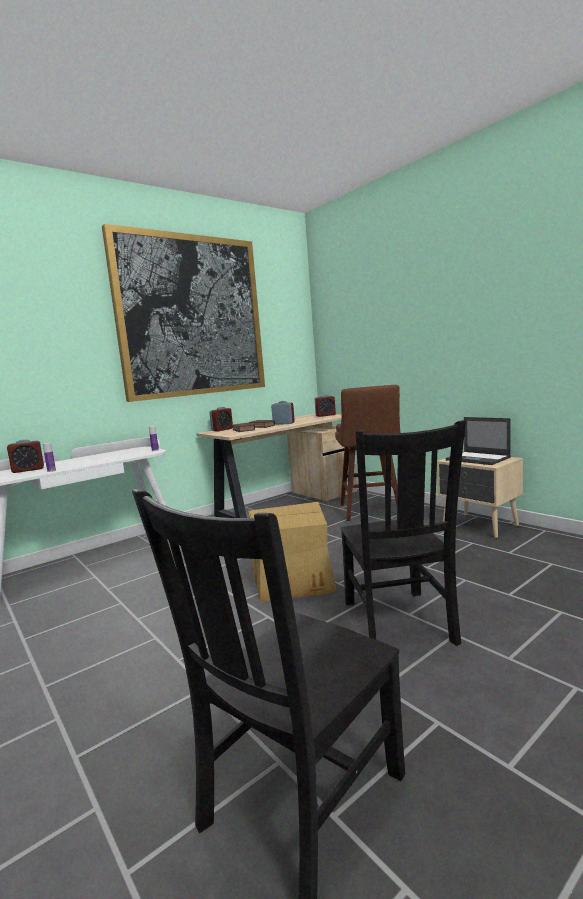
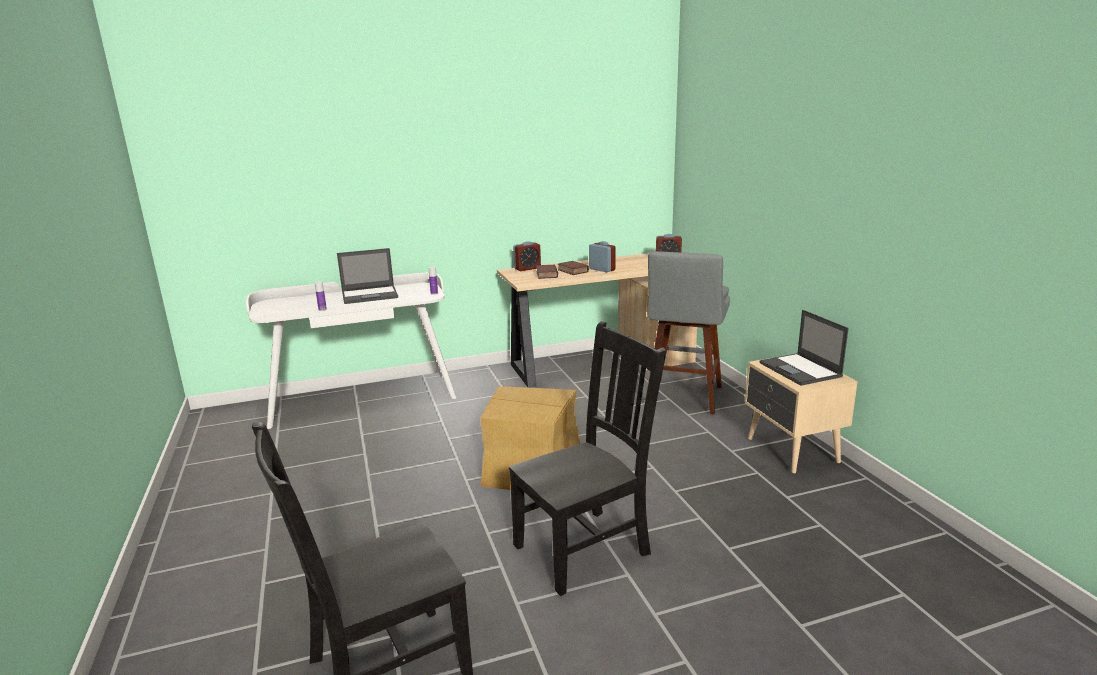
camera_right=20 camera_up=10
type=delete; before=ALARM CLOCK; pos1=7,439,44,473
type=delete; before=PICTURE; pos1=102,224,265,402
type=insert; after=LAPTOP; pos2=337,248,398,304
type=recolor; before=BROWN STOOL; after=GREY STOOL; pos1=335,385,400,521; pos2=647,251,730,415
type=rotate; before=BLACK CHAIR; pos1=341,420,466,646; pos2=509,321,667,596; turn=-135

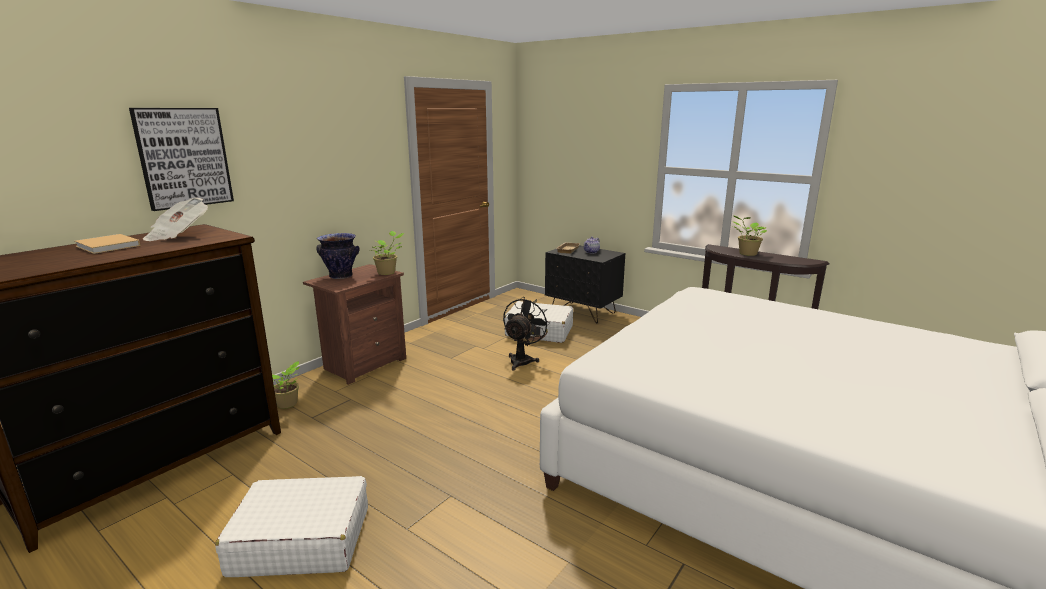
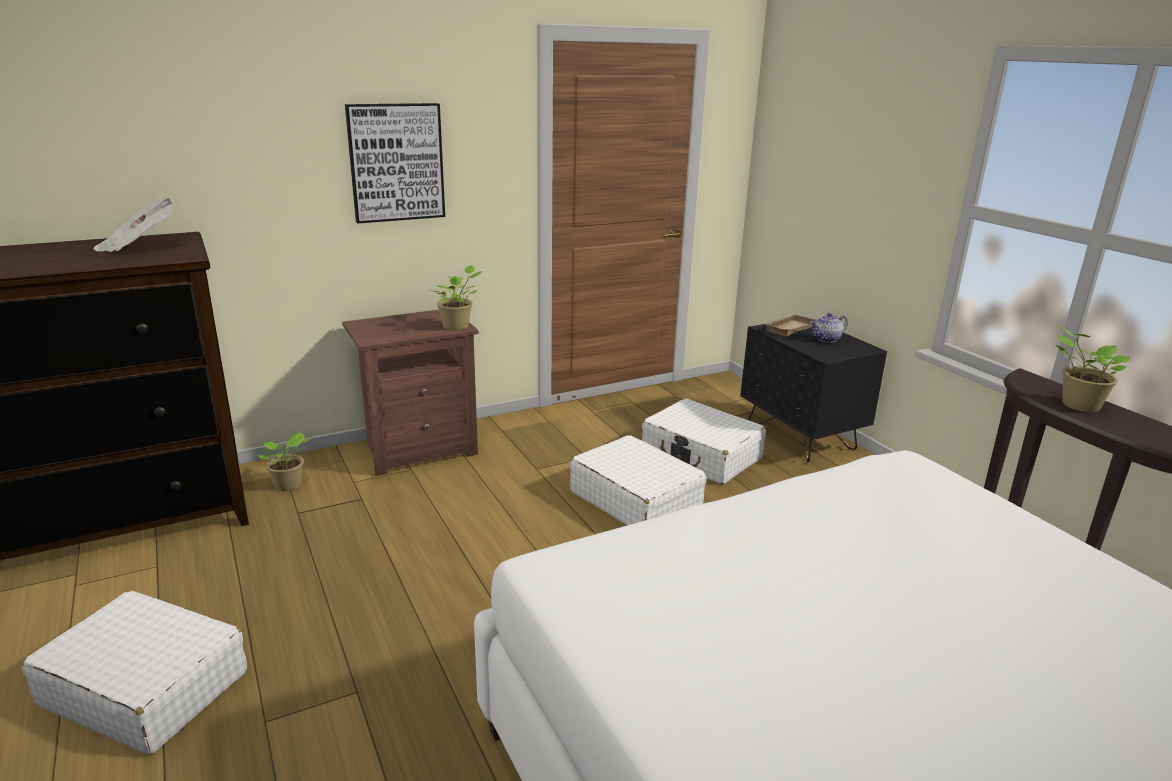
camera_right=25 camera_up=5
type=delete; before=BEIGE BOOK; pos1=74,234,141,254
type=delete; before=VASE; pos1=316,233,360,279
type=move; before=PICTURE; pos1=129,108,234,211; pos2=345,103,445,223
type=replace; before=BLACK FAN; after=WHITE SUITCASE; pos1=503,296,550,371; pos2=570,435,707,525

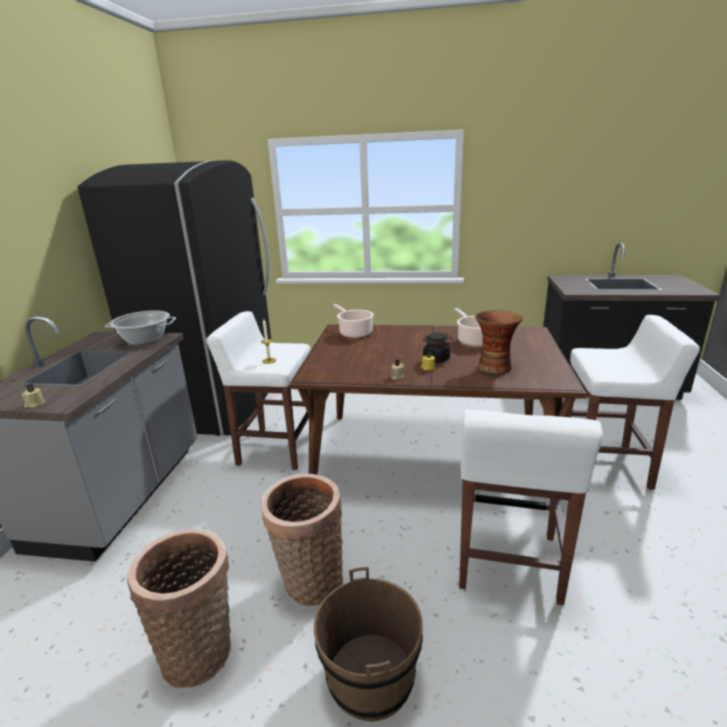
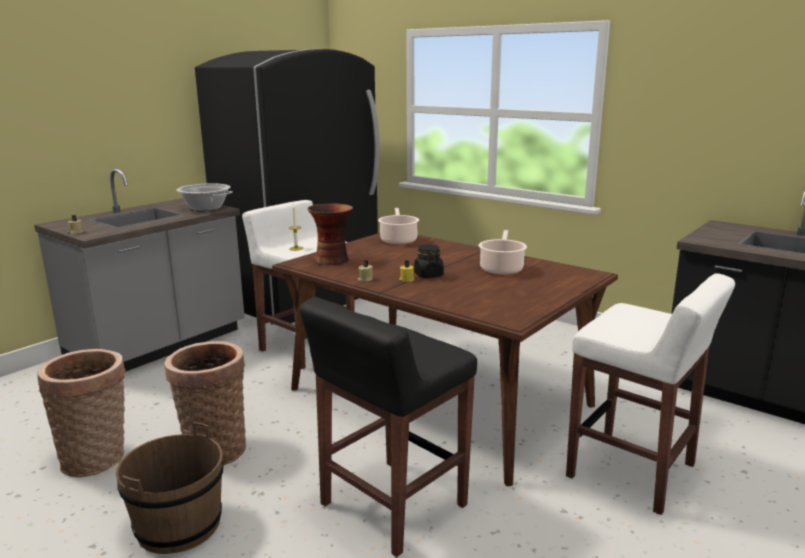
camera_right=30 camera_up=-5
type=move; before=VASE; pos1=475,310,523,374; pos2=307,203,353,265
type=recolor; before=WHITE STOOL; after=BLACK STOOL; pos1=459,410,603,605; pos2=299,297,477,557

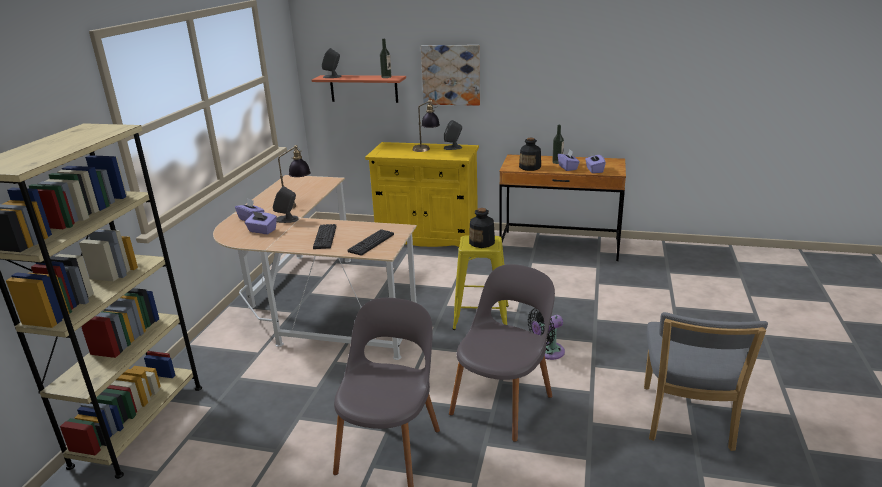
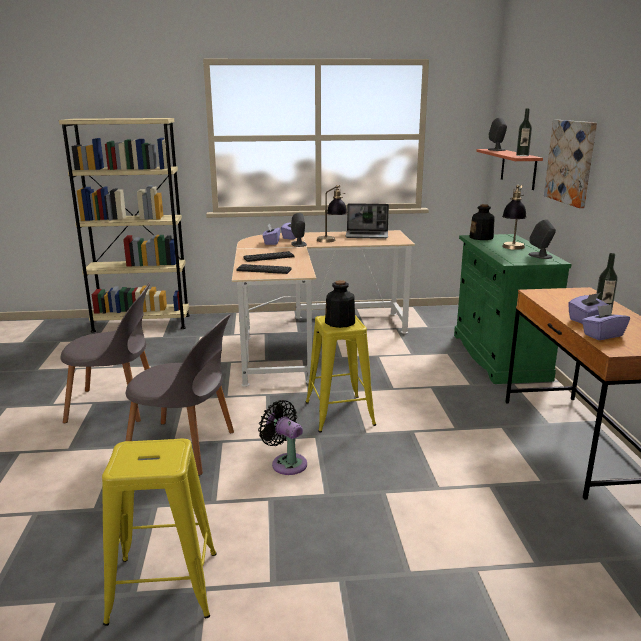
camera_right=70 camera_up=-5
type=insert; after=LAPTOP; pos2=345,203,389,239
type=move; before=BOTTLE; pos1=519,138,541,171; pos2=469,204,495,240
type=replace; before=GREY CHAIR; after=YELLOW STOOL; pos1=644,312,768,451; pos2=102,439,217,626
type=recolor; before=YELLOW CABINET; after=GREEN CABINET; pos1=365,142,479,247; pos2=454,234,572,384

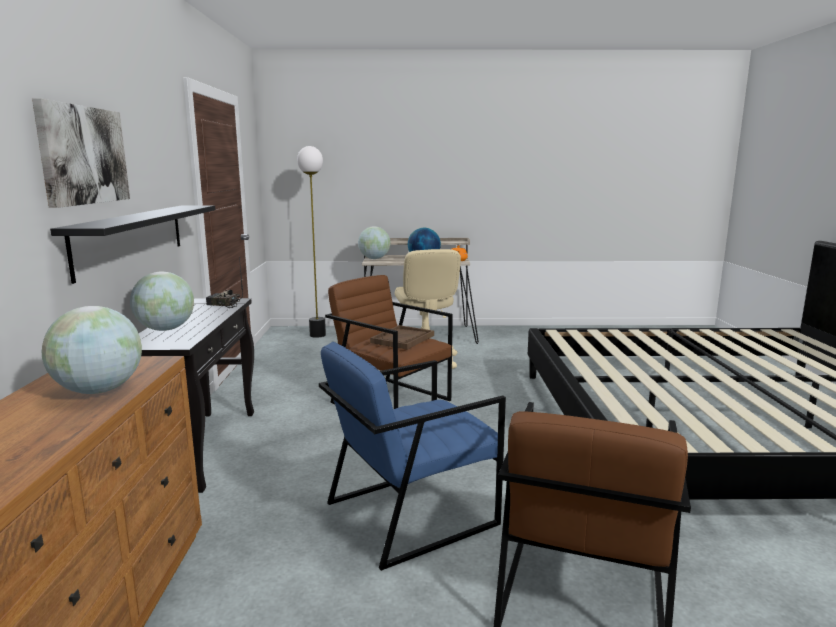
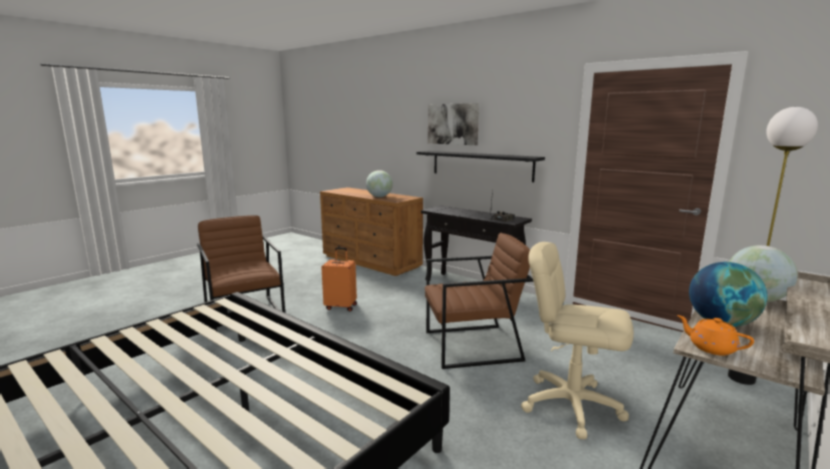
camera_right=130 camera_up=0
type=delete; before=GLOBE; pos1=130,272,194,331
type=delete; before=BROWN TRAY; pos1=370,325,434,350
type=replace; before=BLUE ARMCHAIR; after=ORANGE SUITCASE; pos1=319,342,506,571; pos2=321,247,357,311

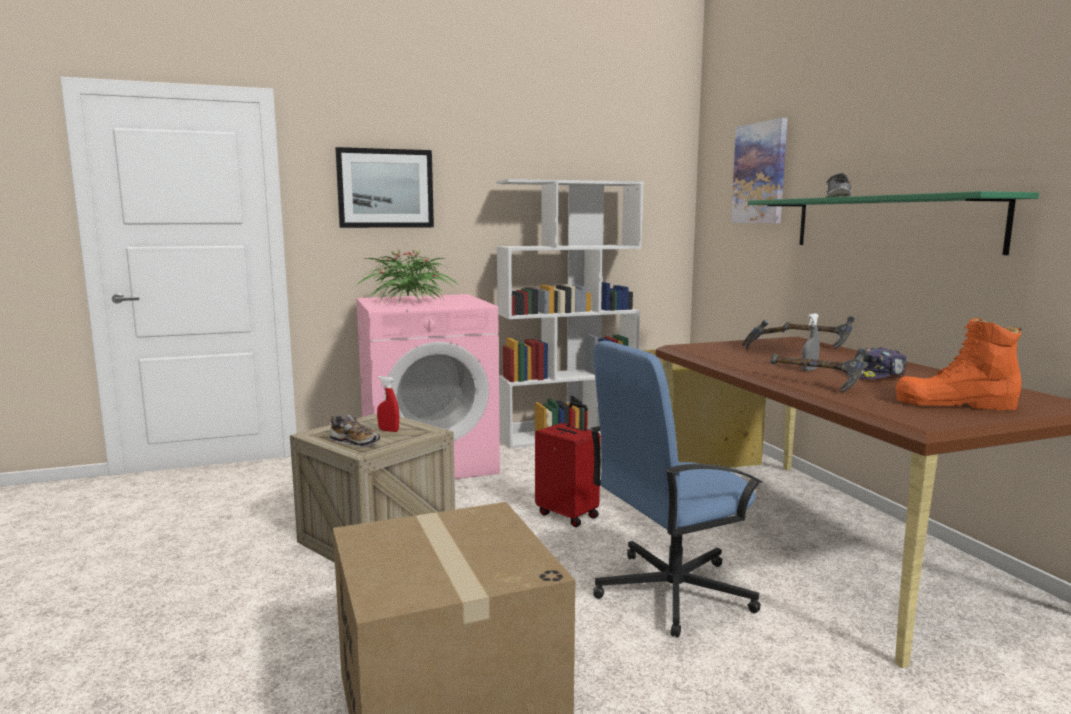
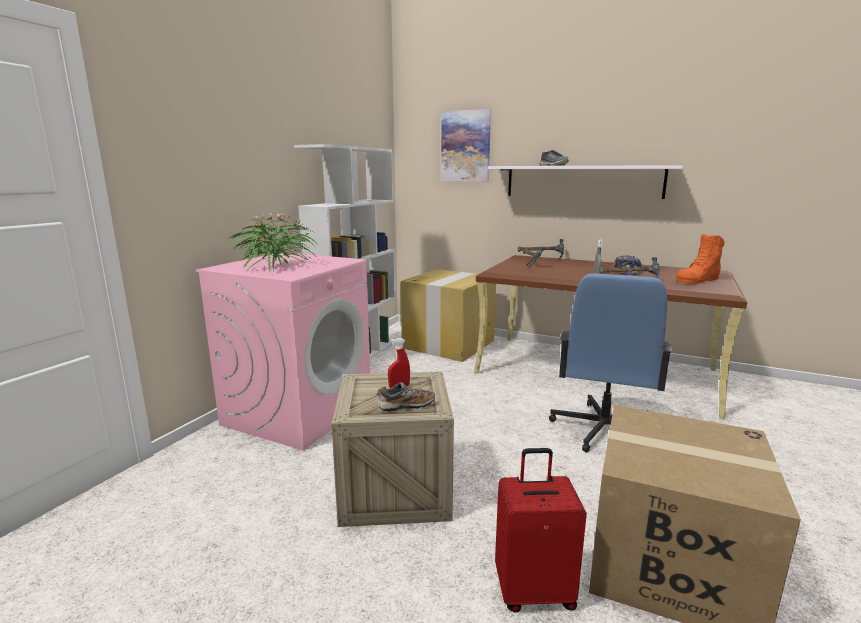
camera_right=-45 camera_up=5
type=delete; before=PICTURE; pos1=335,147,434,228
type=move; before=RED SUITCASE; pos1=535,402,601,527; pos2=495,448,587,612
type=recolor; before=GREEN SHELF; after=WHITE SHELF; pos1=748,191,1039,255; pos2=488,165,683,199

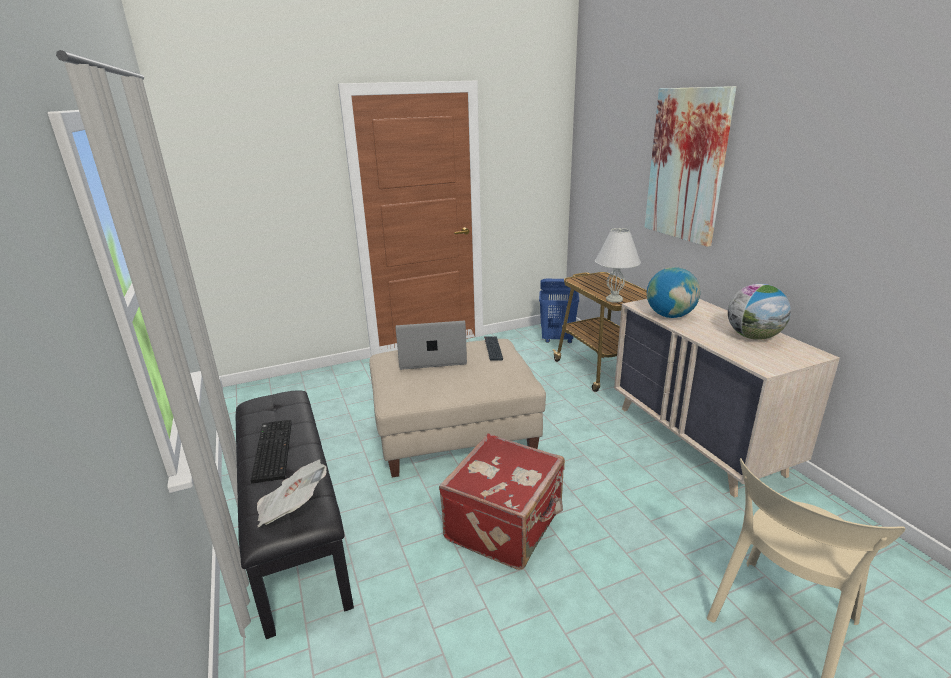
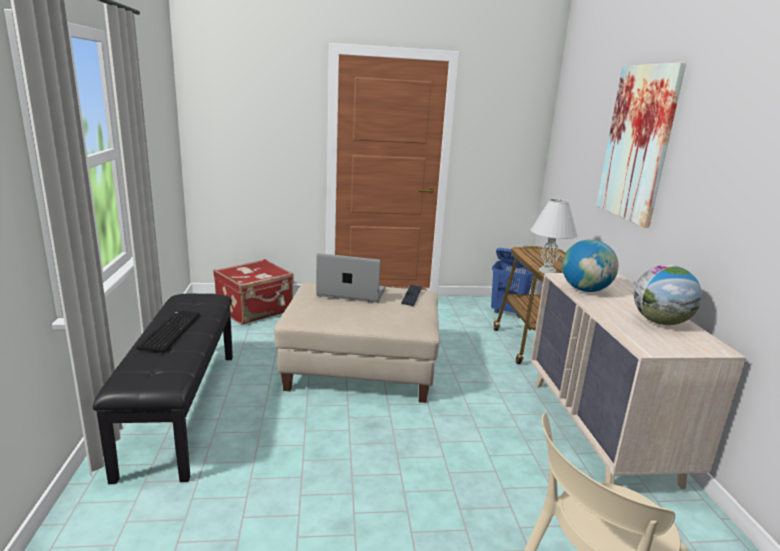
camera_right=15 camera_up=-5
type=delete; before=NEWSPAPER; pos1=257,460,327,527
type=move; before=RED SUITCASE; pos1=439,434,565,570; pos2=213,259,294,325

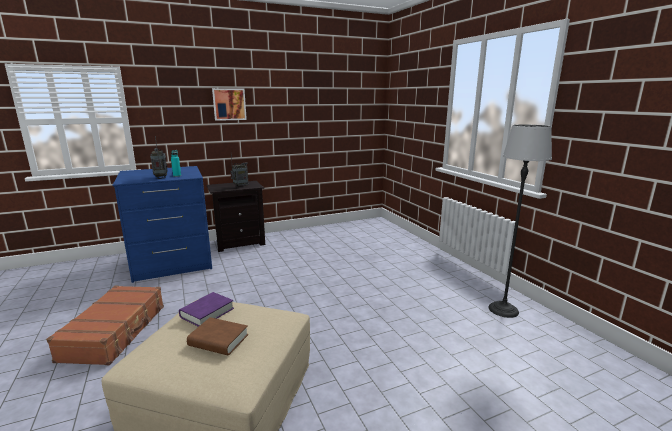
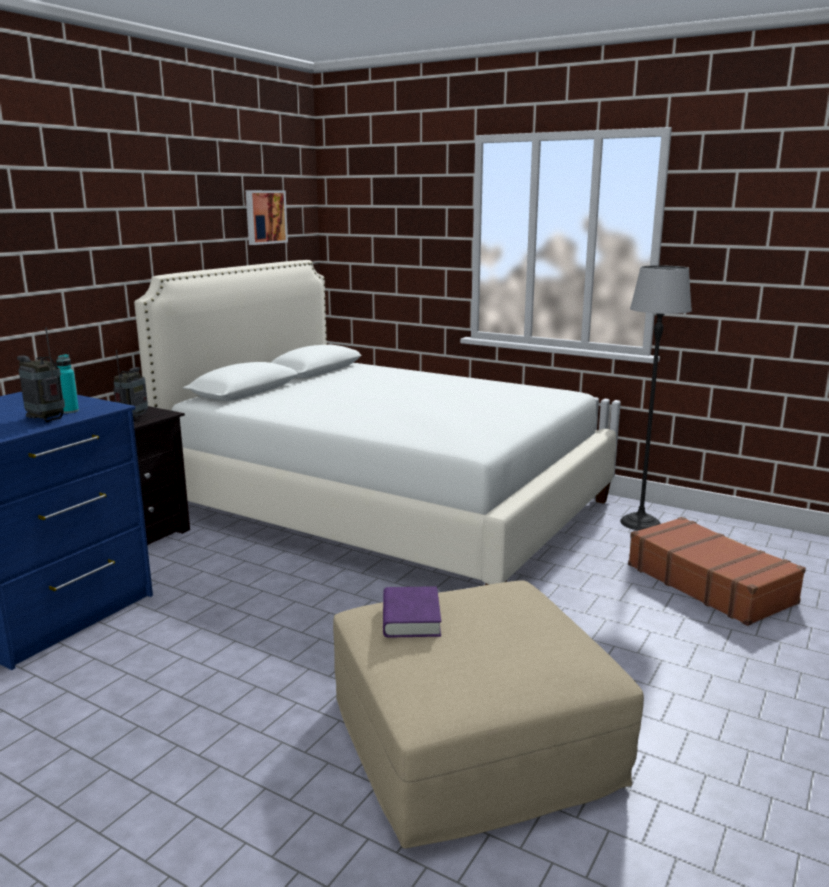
camera_right=-35 camera_up=0
type=delete; before=BROWN BOOK; pos1=187,317,248,356
type=insert; after=WHITE BED; pos2=134,260,616,585
type=move; before=BROWN SUITCASE; pos1=46,286,164,365; pos2=628,517,806,626
type=move; before=PICTURE; pos1=212,88,247,121; pos2=245,190,288,245

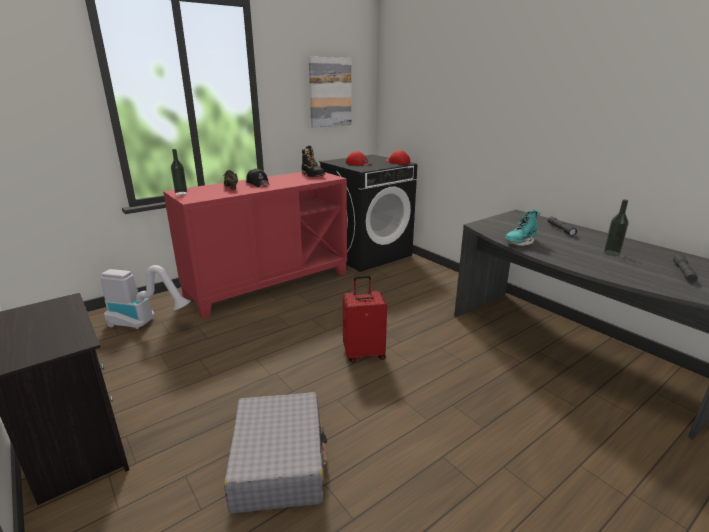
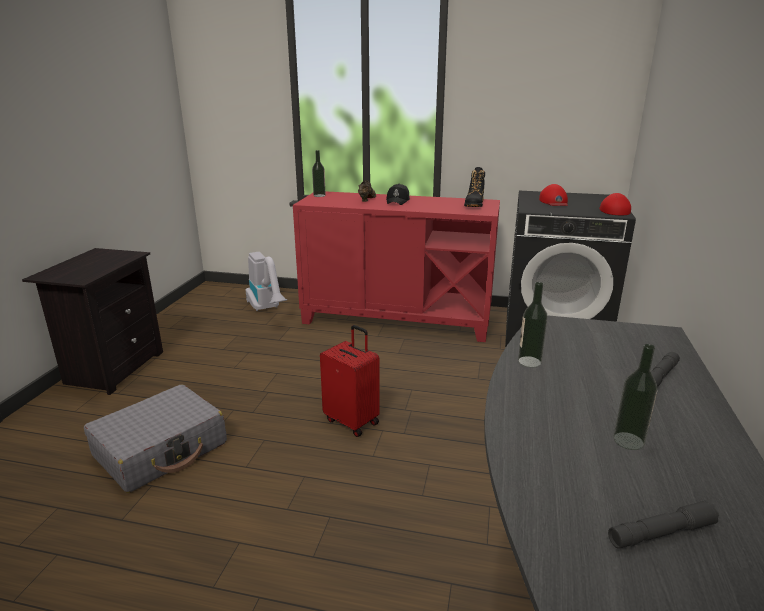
camera_right=50 camera_up=0
type=delete; before=PICTURE; pos1=309,57,352,128
type=replace; before=TURQUOISE BOOT; after=BOTTLE; pos1=505,209,540,246; pos2=518,282,548,368

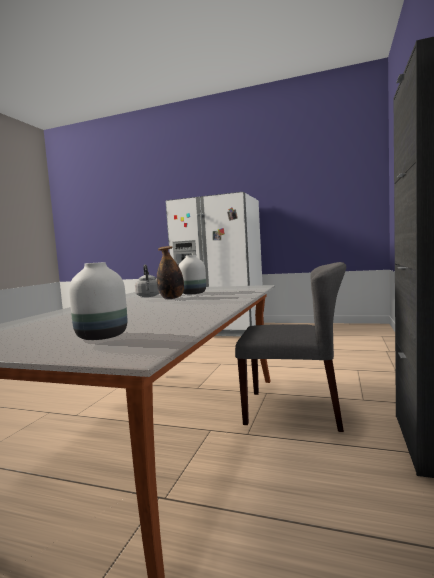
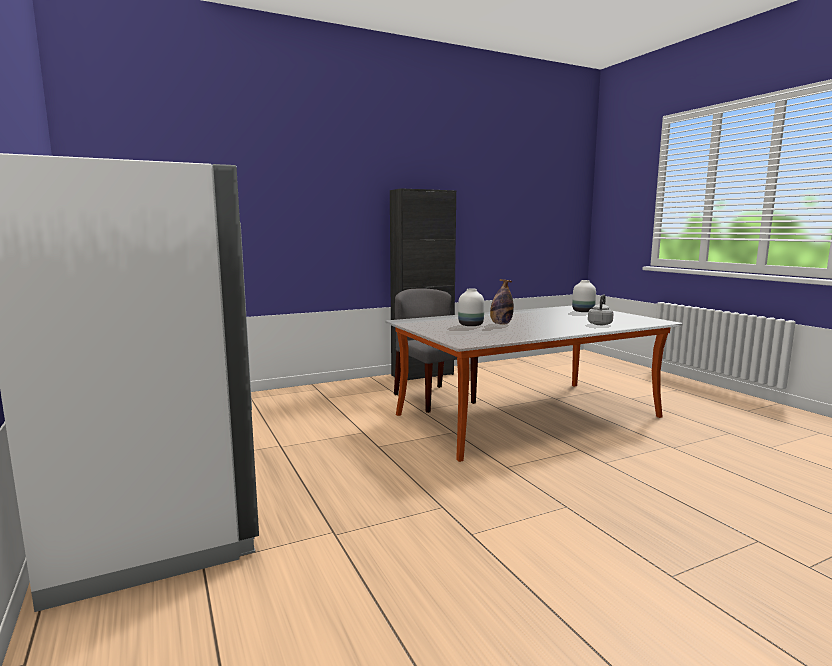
camera_right=-135 camera_up=5
type=move; before=GREY KETTLE; pos1=135,265,160,297; pos2=588,294,613,325

